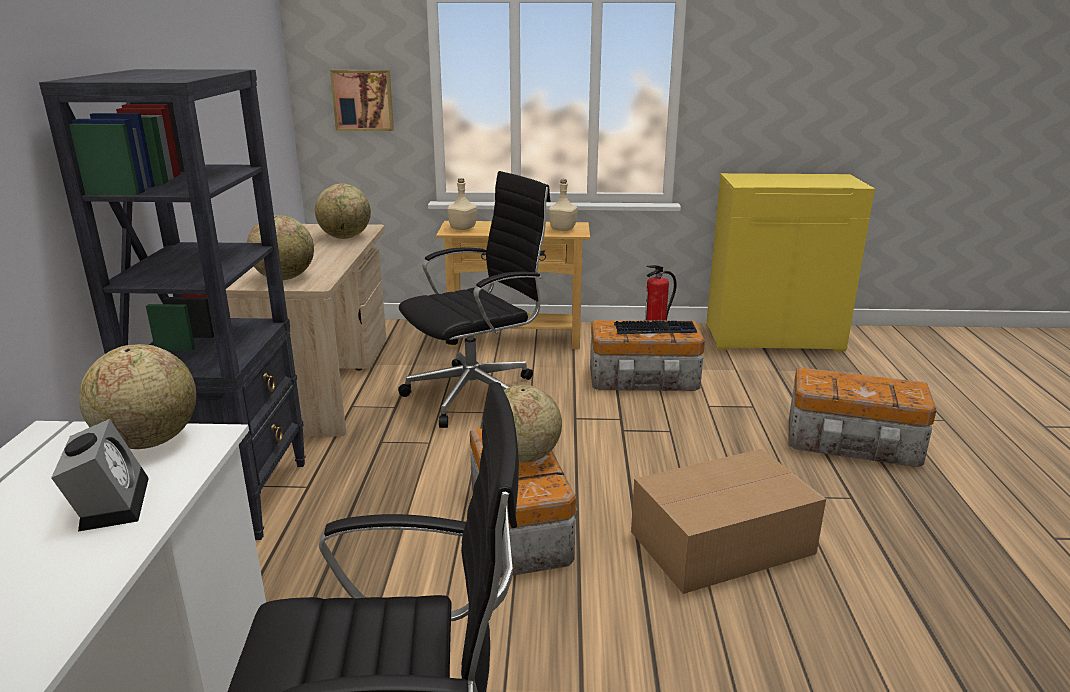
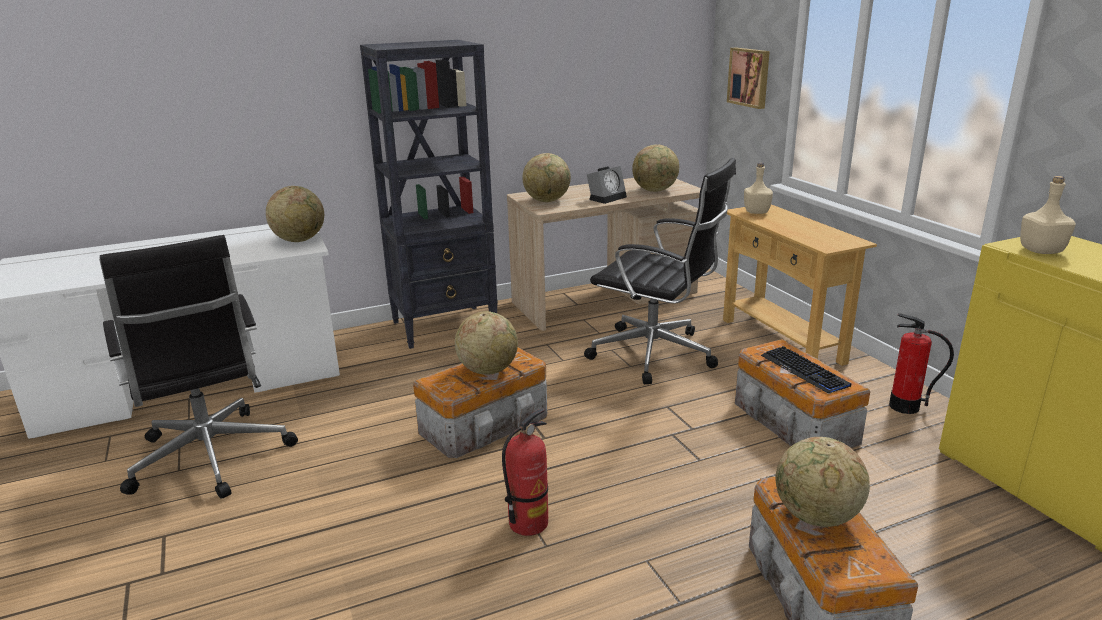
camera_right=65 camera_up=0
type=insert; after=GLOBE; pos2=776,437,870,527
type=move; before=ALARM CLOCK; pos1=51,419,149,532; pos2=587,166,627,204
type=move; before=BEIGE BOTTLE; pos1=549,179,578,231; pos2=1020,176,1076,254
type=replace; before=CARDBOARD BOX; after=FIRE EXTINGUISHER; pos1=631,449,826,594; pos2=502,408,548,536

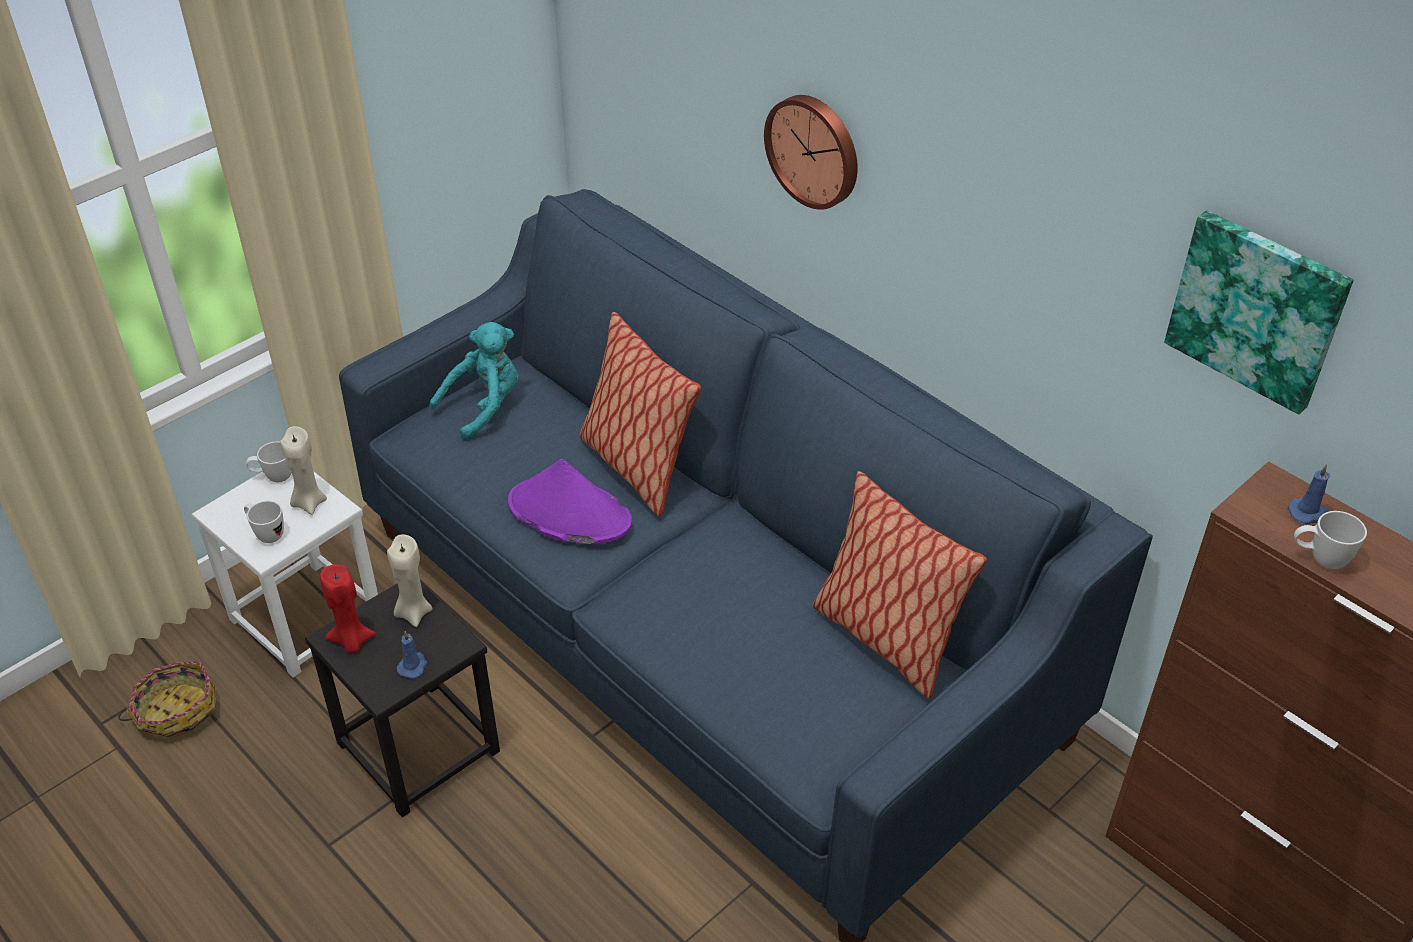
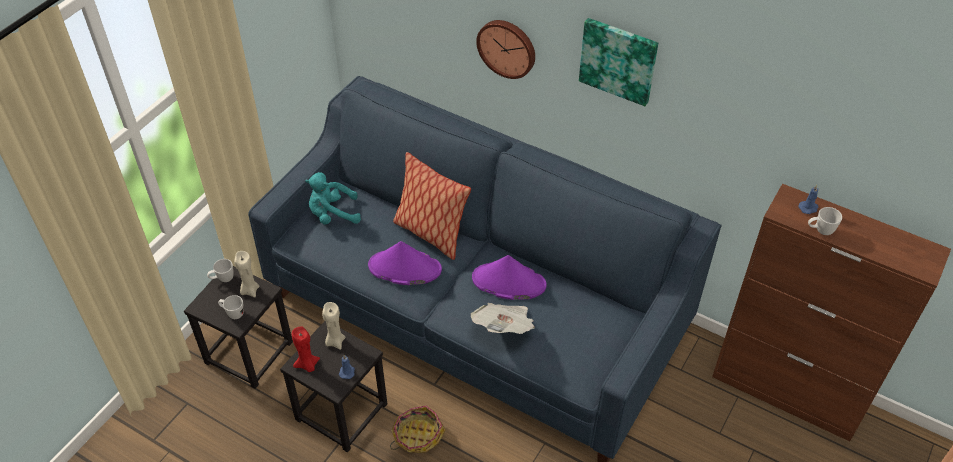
camera_right=-15 camera_up=5
type=delete; before=PILLOW; pos1=813,471,987,698
type=insert; after=NEWSPAPER; pos2=471,303,535,334
type=insert; after=PURPLE HAT; pos2=472,255,547,300
type=move; before=BASKET; pos1=118,662,216,738; pos2=390,405,446,453
type=move; before=PICTURE; pos1=1164,211,1353,414; pos2=579,18,658,106
type=recolor; before=WHITE STOOL; after=BLACK STOOL; pos1=192,471,378,677; pos2=184,266,293,389
type=rotate; before=TURQUOISE PLUSH TOY; pos1=429,322,518,441; pos2=305,172,361,224; turn=-135

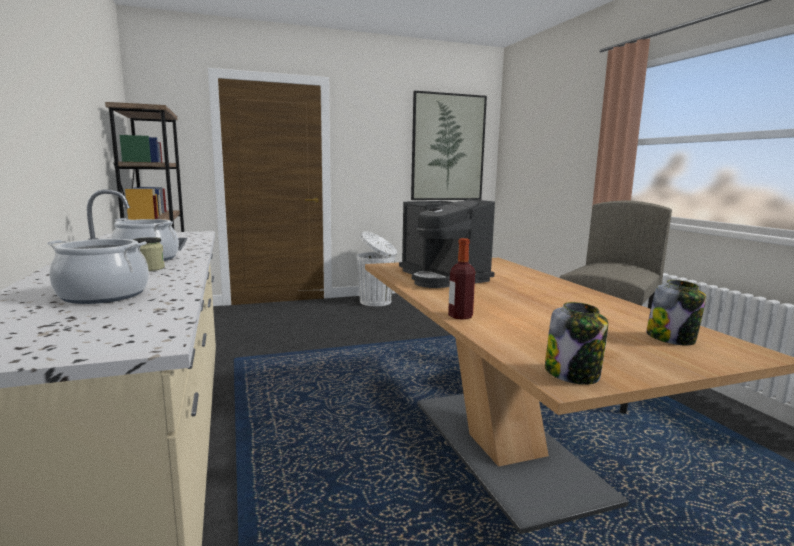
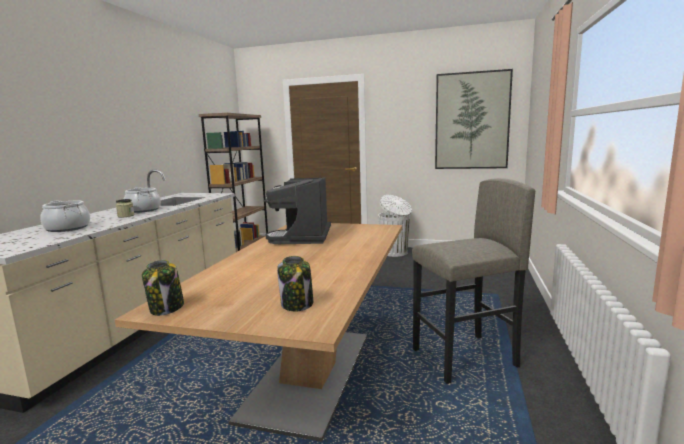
camera_right=35 camera_up=0
type=delete; before=BOTTLE; pos1=448,238,475,320

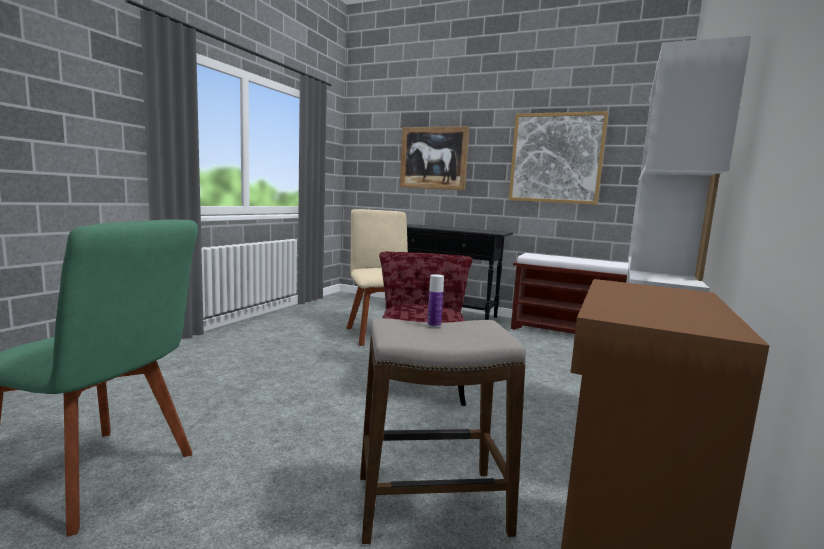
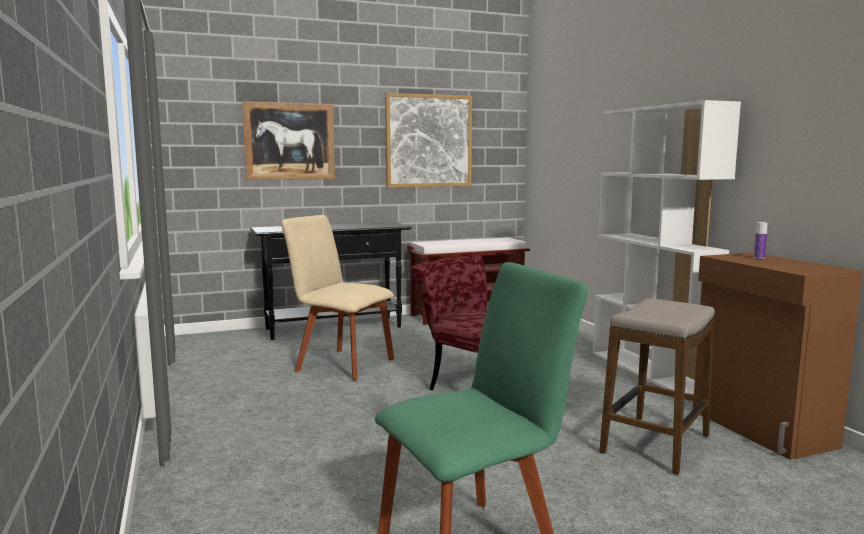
camera_right=-45 camera_up=0
type=move; before=BOTTLE; pos1=427,274,444,328; pos2=754,222,768,259

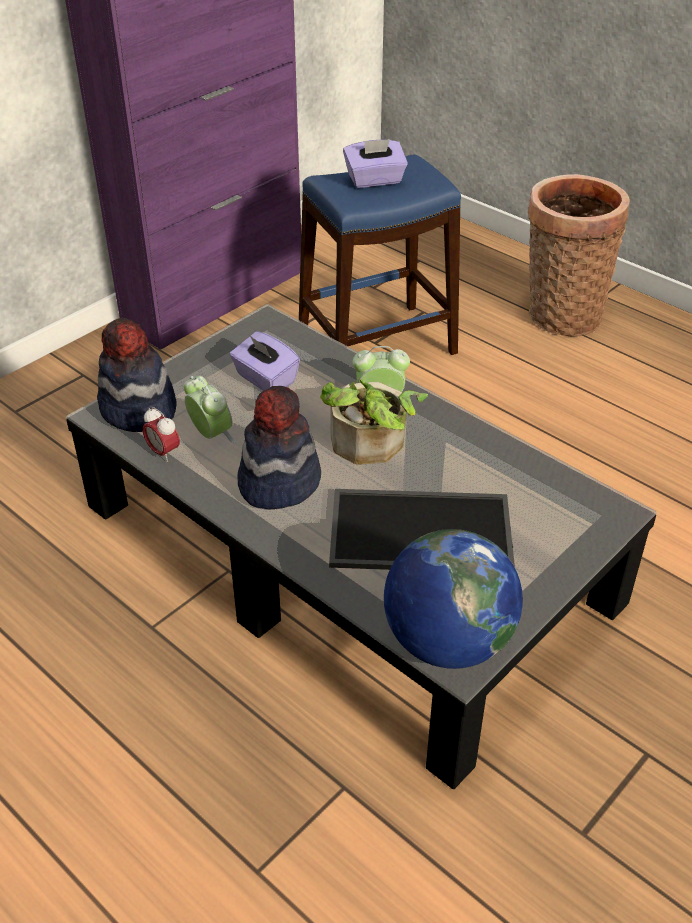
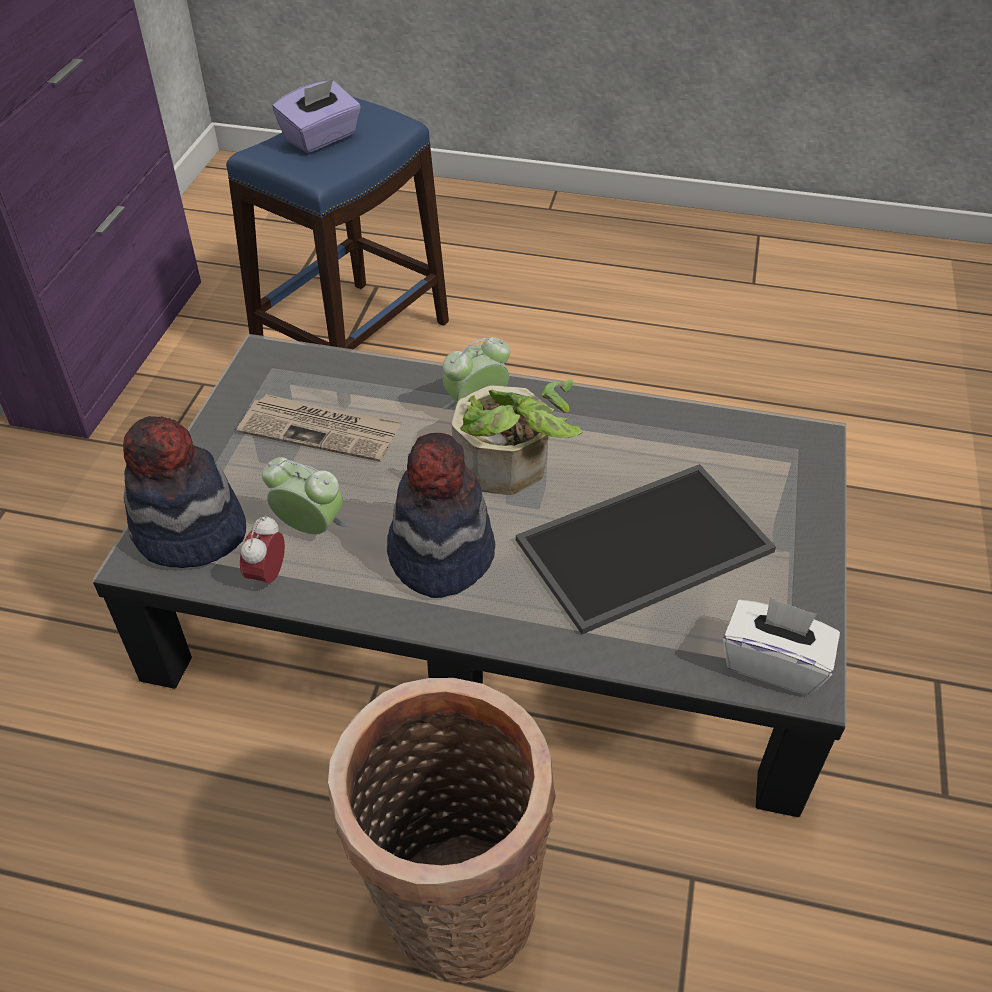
camera_right=-30 camera_up=5
type=move; before=BASKET; pos1=528,174,630,337; pos2=328,678,556,984
type=replace; before=PURPLE TISSUE BOX; after=NEWSPAPER; pos1=230,331,300,391; pos2=237,394,402,462
type=replace; before=GLOBE; after=WHITE TISSUE BOX; pos1=384,529,523,669; pos2=723,597,840,695
type=rotate; before=ALARM CLOCK; pos1=143,407,180,462; pos2=240,515,285,589; turn=90

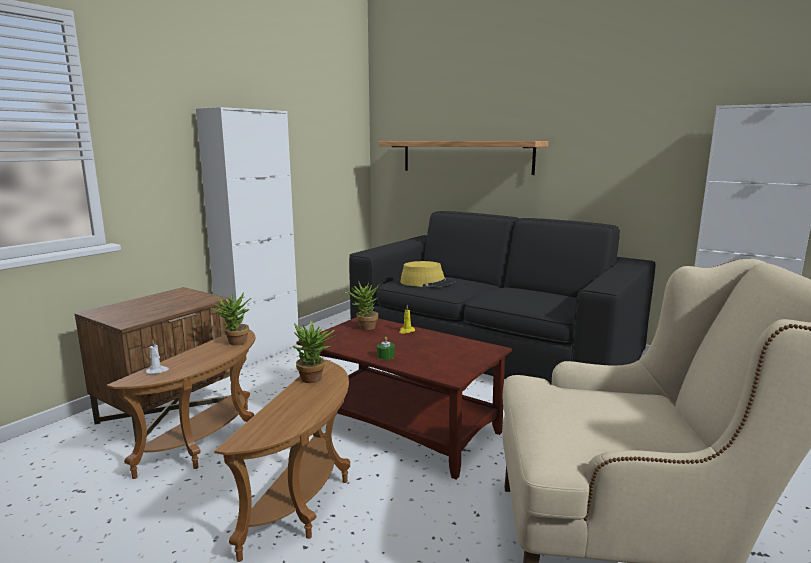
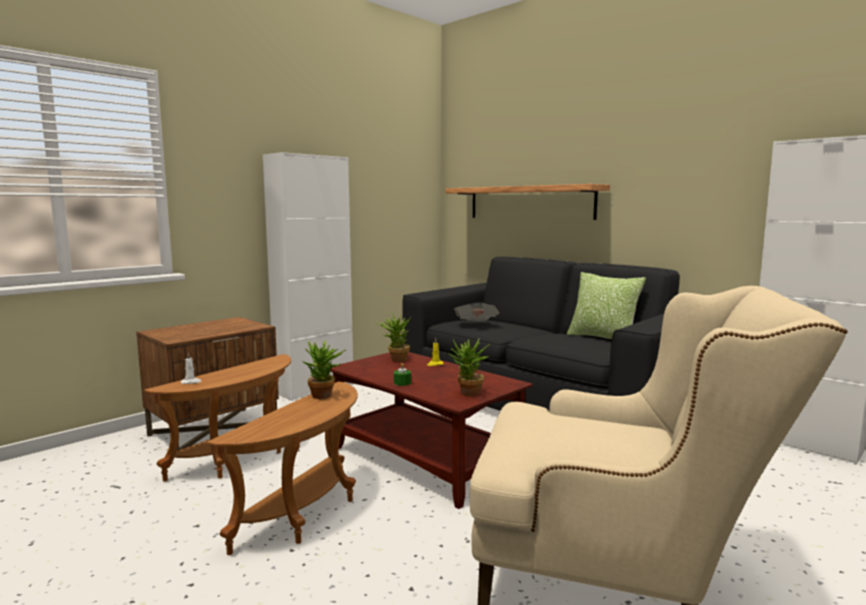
camera_right=10 camera_up=-5
type=insert; after=PILLOW; pos2=567,272,646,339
type=move; before=POTTED PLANT; pos1=211,293,251,345; pos2=448,338,491,396
type=replace; before=YELLOW HAT; after=NEWSPAPER; pos1=400,261,455,288; pos2=454,303,500,321

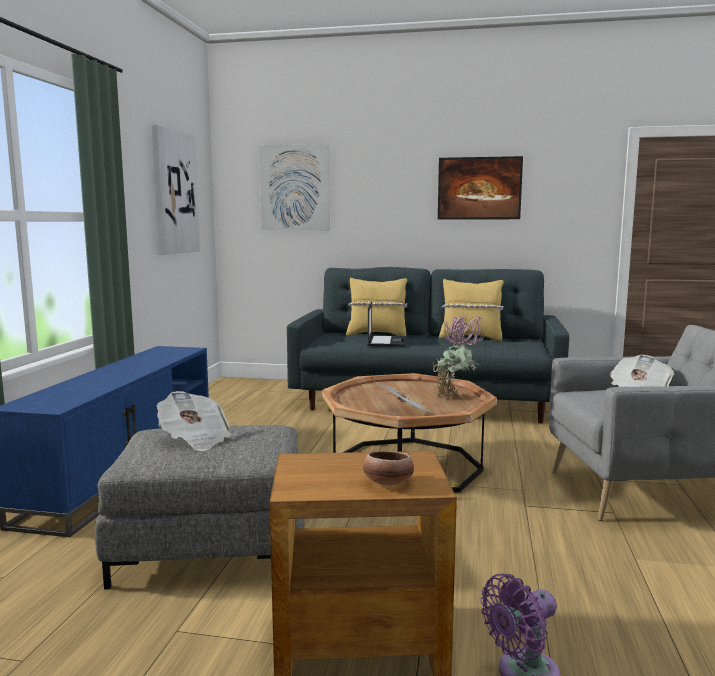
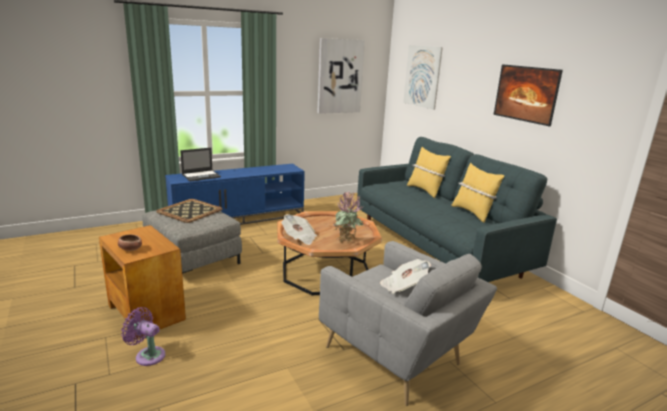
camera_right=50 camera_up=10
type=move; before=LAPTOP; pos1=367,302,406,347; pos2=180,148,221,181
type=replace; before=NEWSPAPER; after=TRAY; pos1=156,391,232,451; pos2=156,199,222,223

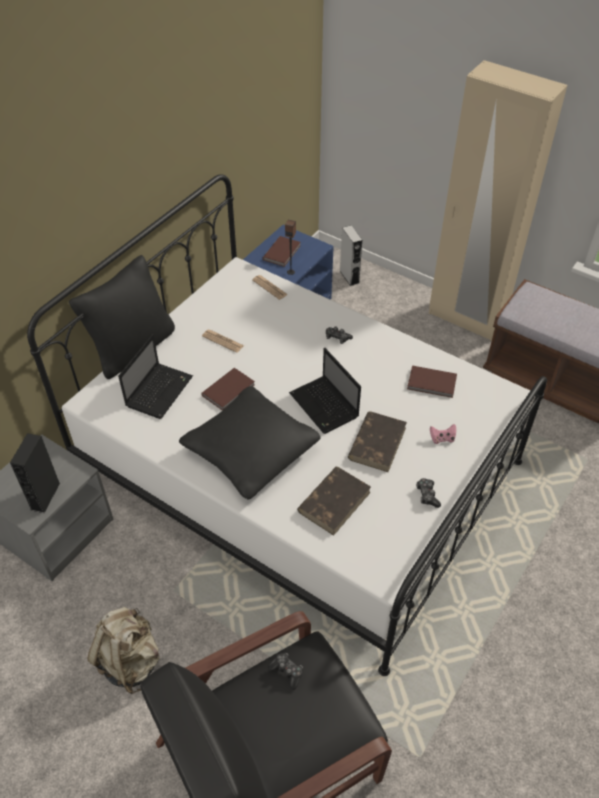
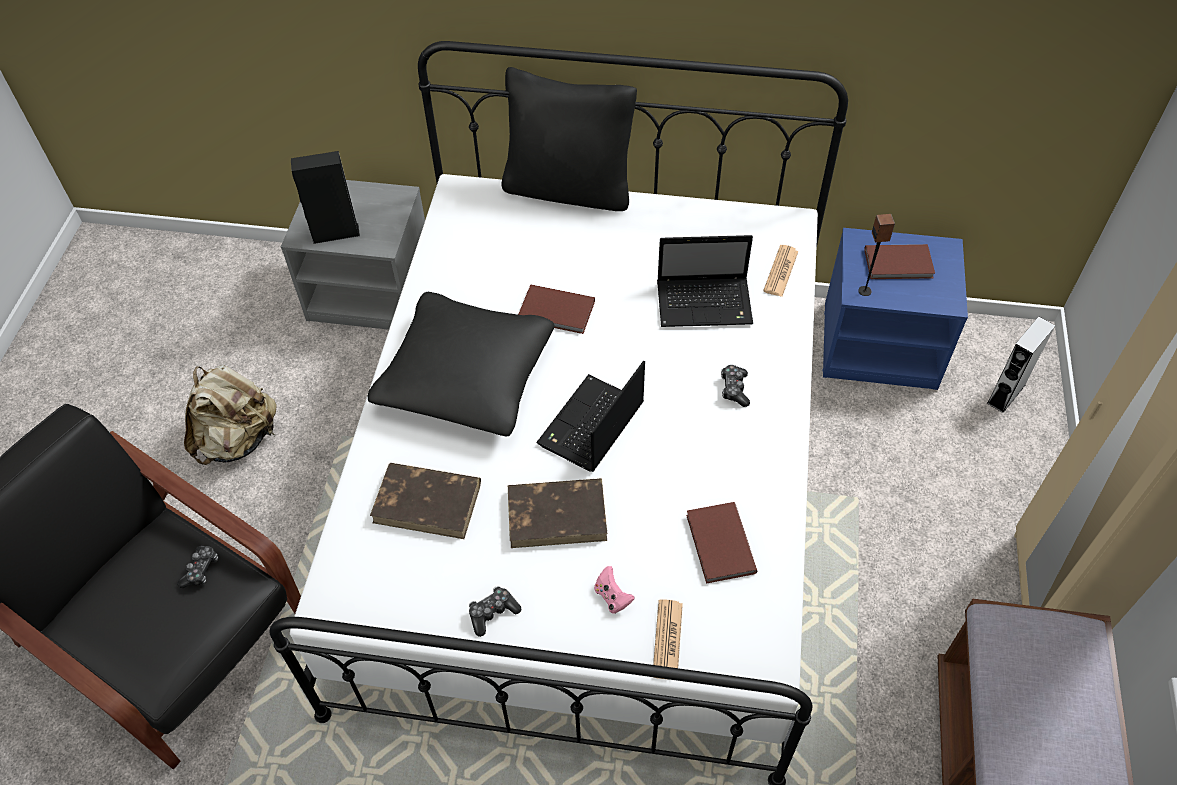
camera_right=65 camera_up=5
type=move; before=LAPTOP; pos1=118,335,193,419; pos2=657,235,753,327
type=move; before=NEWSPAPER; pos1=202,329,244,353; pos2=653,599,683,680

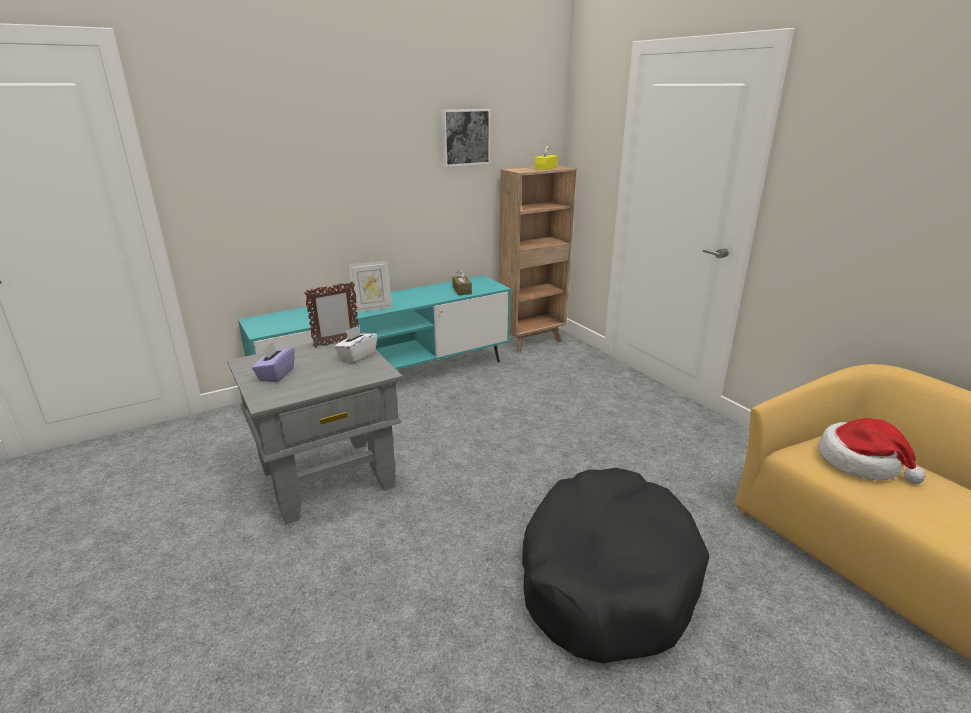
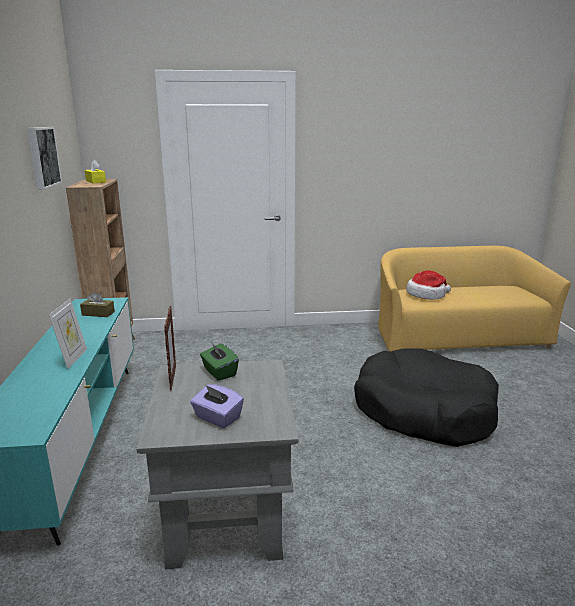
camera_right=-65 camera_up=-5
type=recolor; before=WHITE TISSUE BOX; after=GREEN TISSUE BOX; pos1=334,326,377,363; pos2=200,343,239,381

